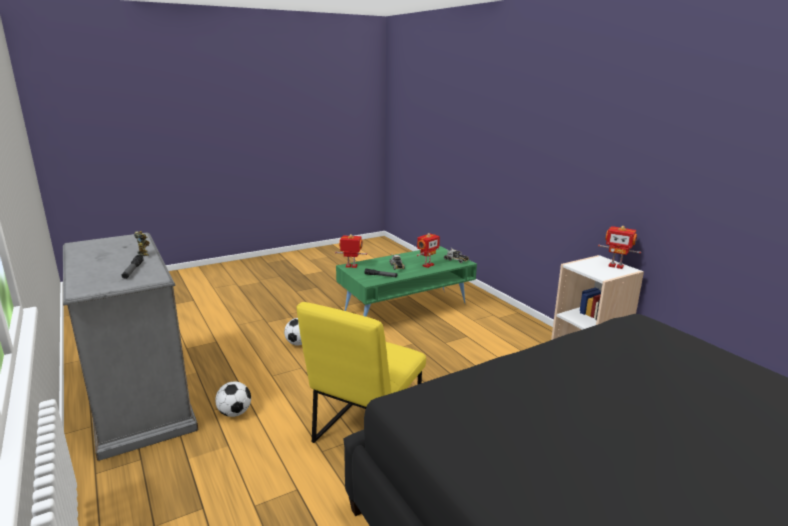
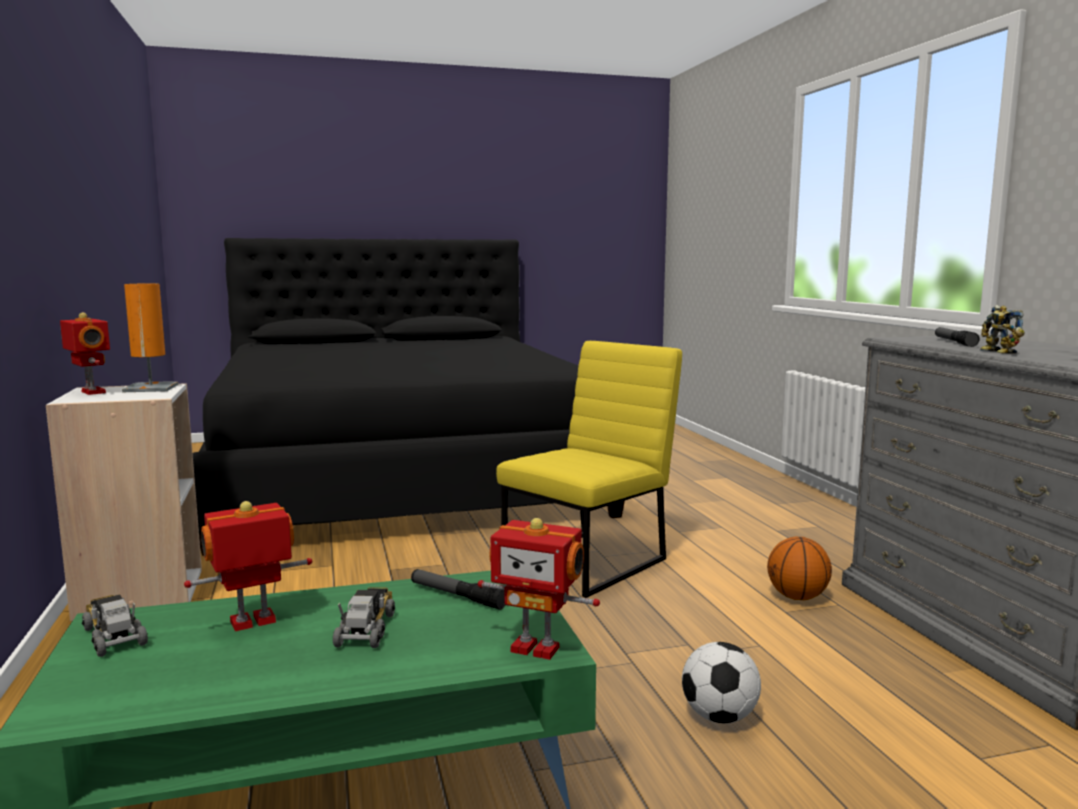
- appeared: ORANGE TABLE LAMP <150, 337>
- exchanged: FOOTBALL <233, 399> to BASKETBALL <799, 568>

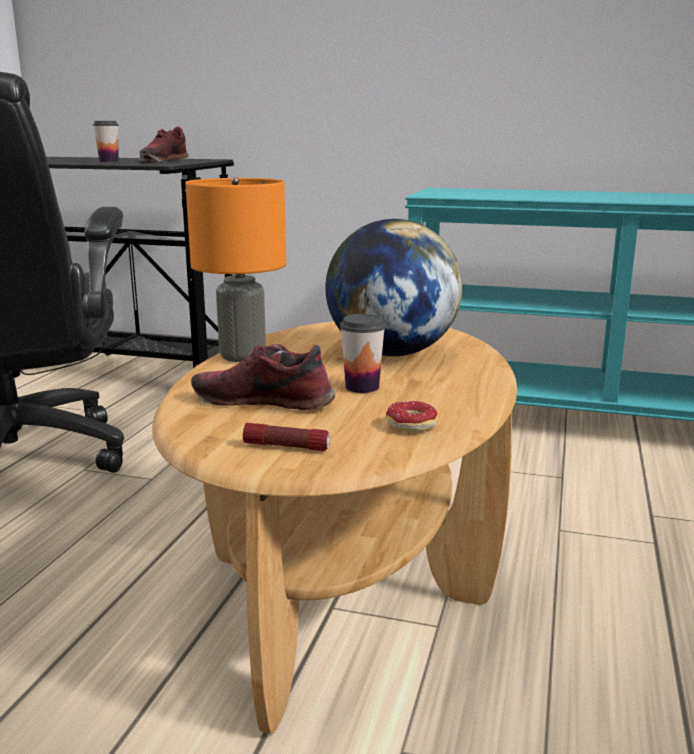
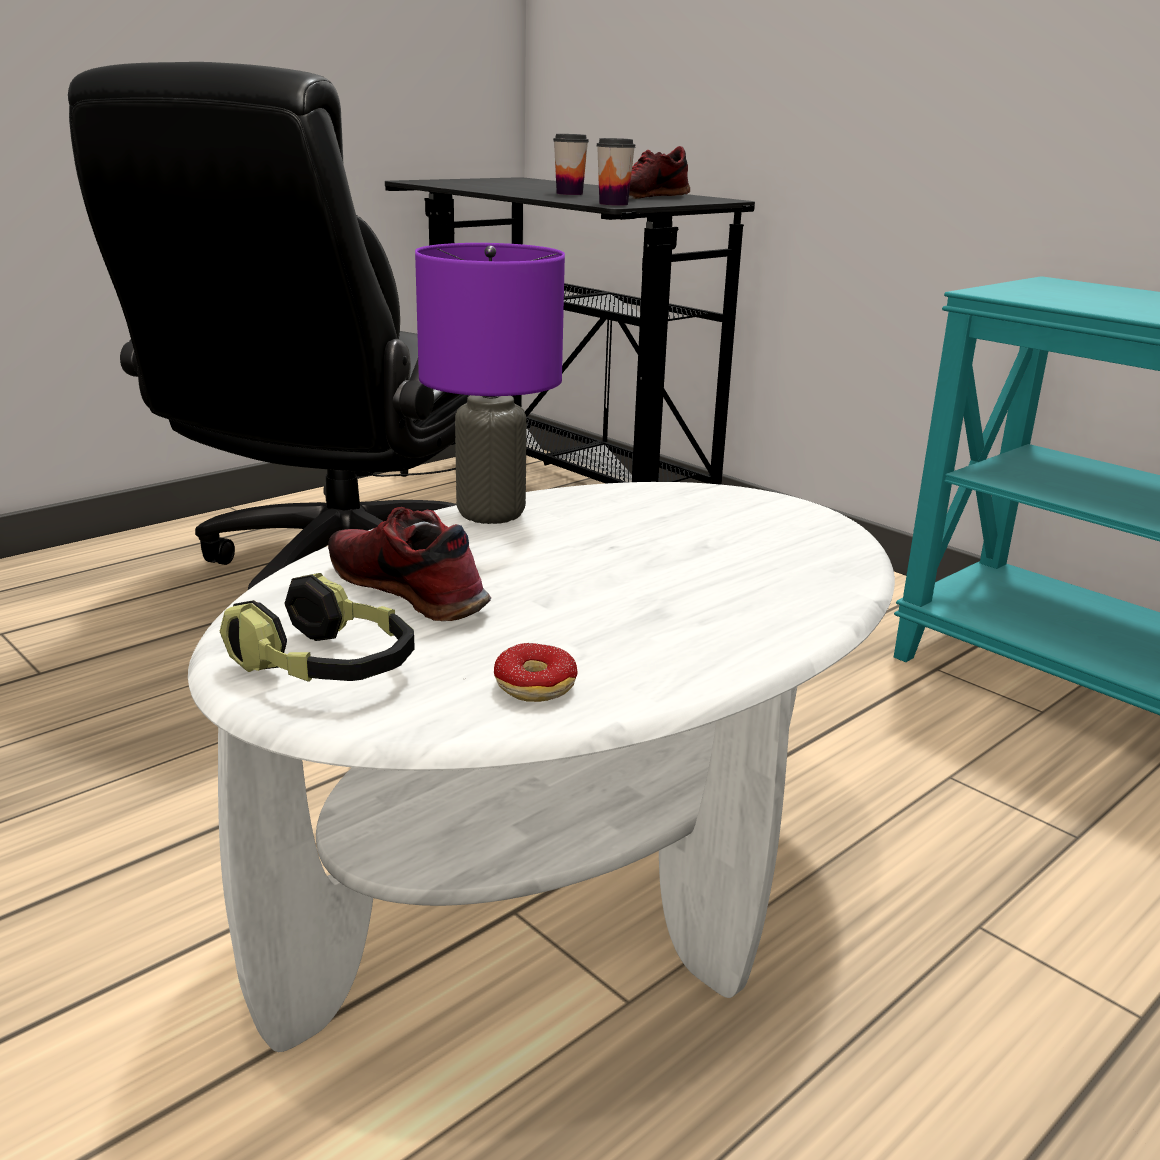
- missing: GLOBE <393, 287>
- relocated: CUP <363, 353> to <616, 172>
- exchanged: FLASHLIGHT <286, 437> to HEADPHONES <317, 627>
- colour: BROWN COFFEE TABLE <334, 527> to WHITE COFFEE TABLE <541, 767>
- colour: ORANGE TABLE LAMP <235, 269> to PURPLE TABLE LAMP <490, 383>

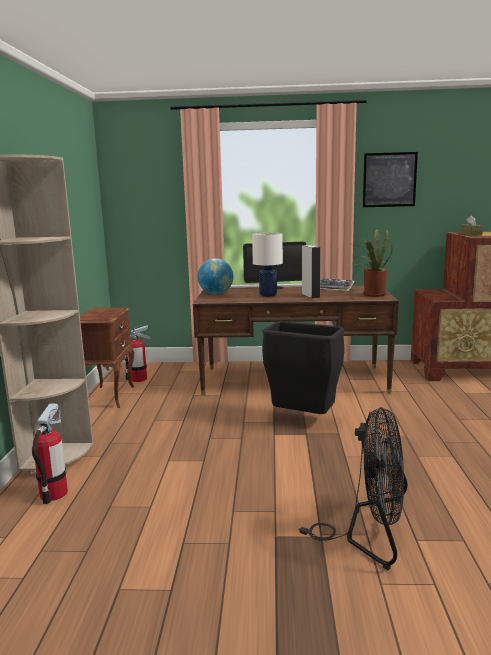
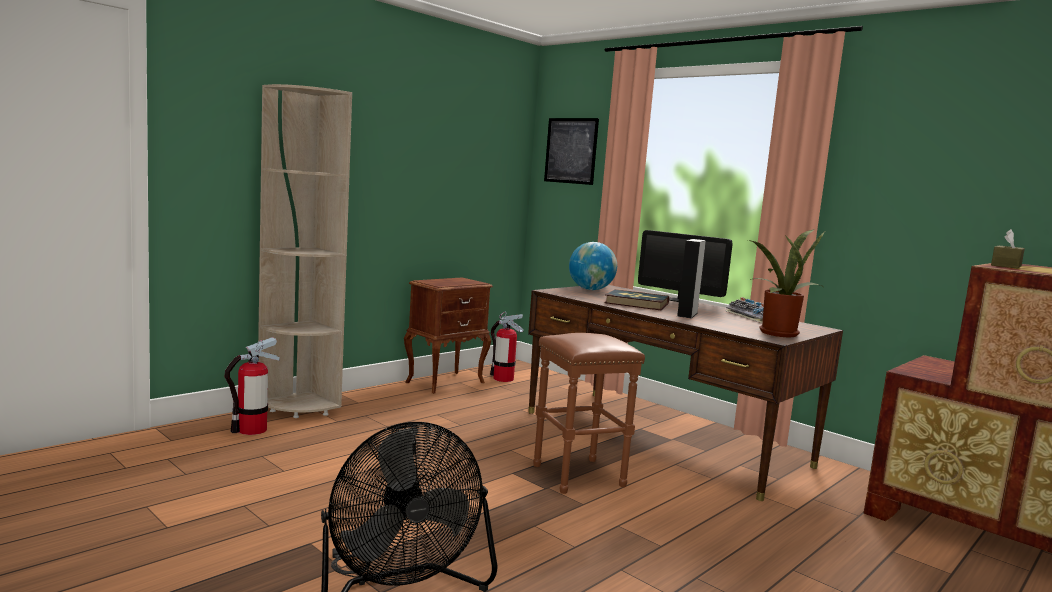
- relocated: PICTURE <390, 179> to <571, 151>
- exchanged: WHITE TABLE LAMP <267, 265> to BOOK <636, 299>
- exchanged: BLACK TRASH CAN <303, 367> to BROWN STOOL <589, 413>

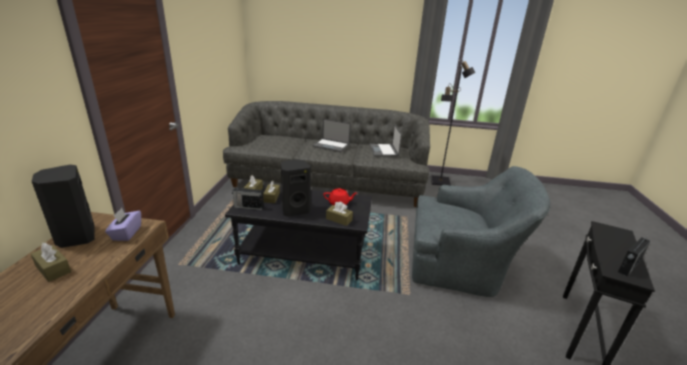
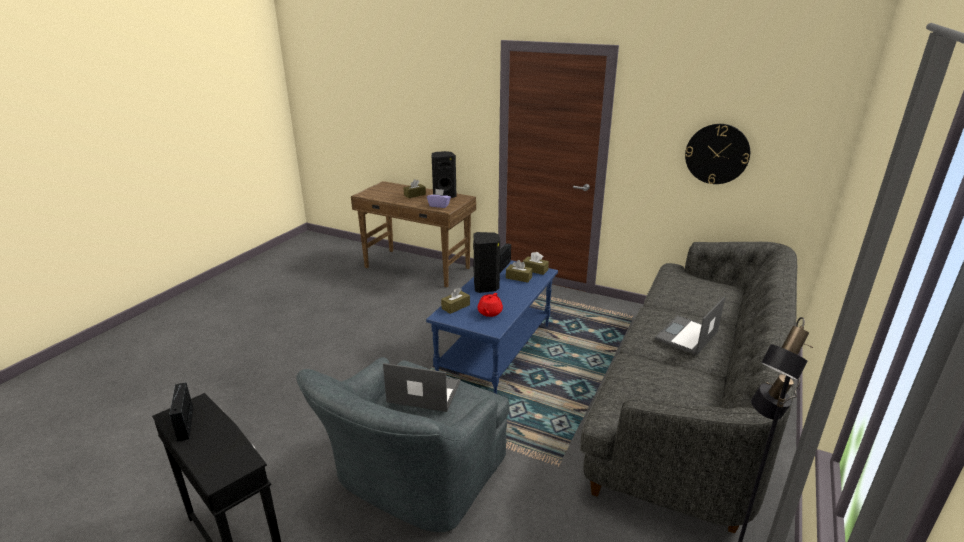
- appeared: WALL CLOCK <717, 154>
- relocated: LAPTOP <385, 140> to <421, 387>
- colour: BLACK COFFEE TABLE <298, 232> to BLUE COFFEE TABLE <492, 327>

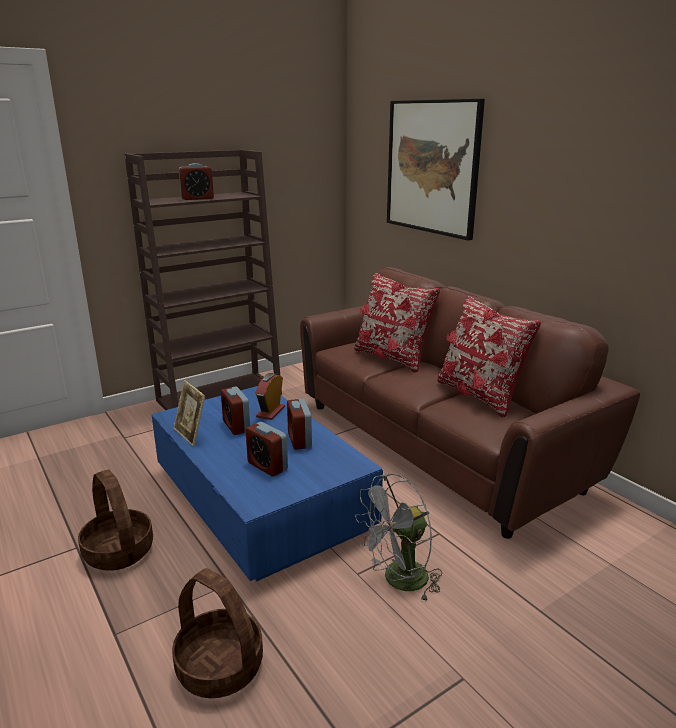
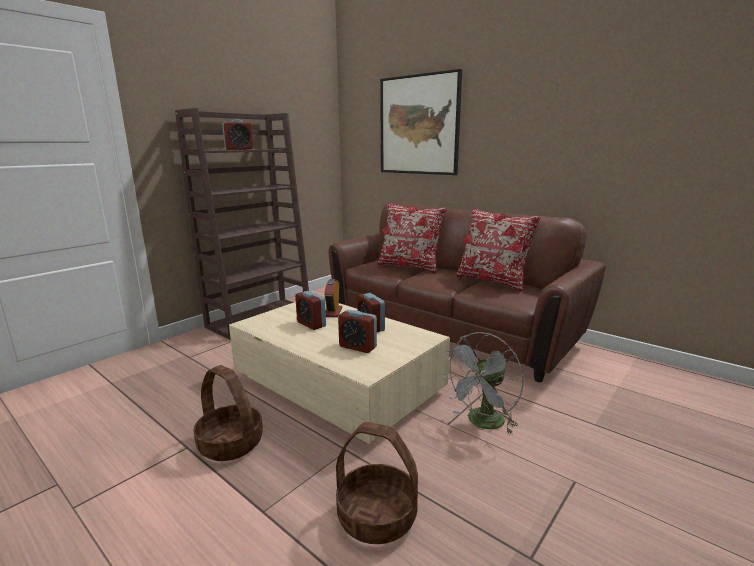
- missing: PICTURE FRAME <189, 413>
- colour: BLUE COFFEE TABLE <267, 483> to BEIGE COFFEE TABLE <339, 372>

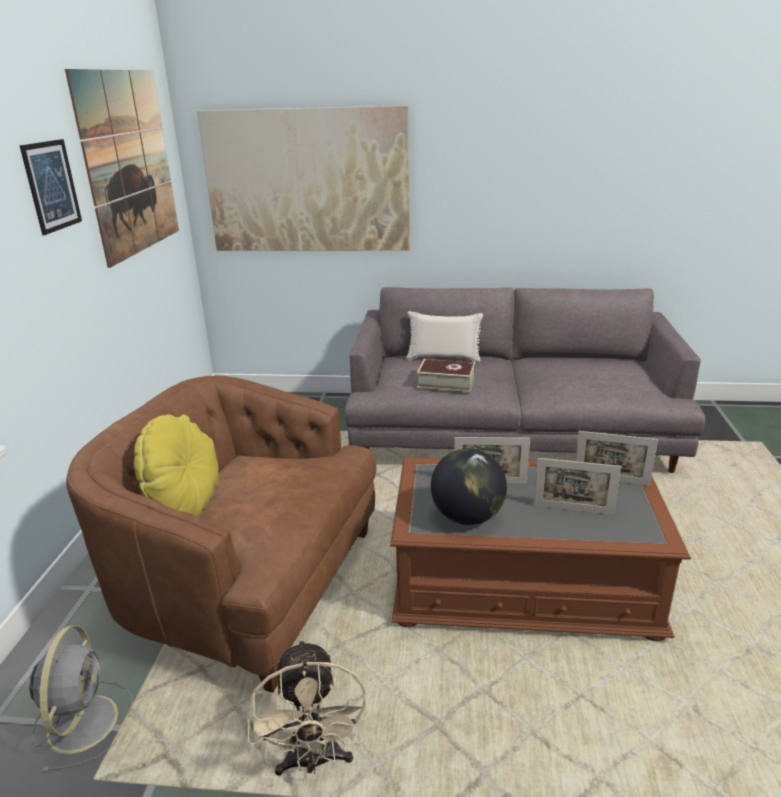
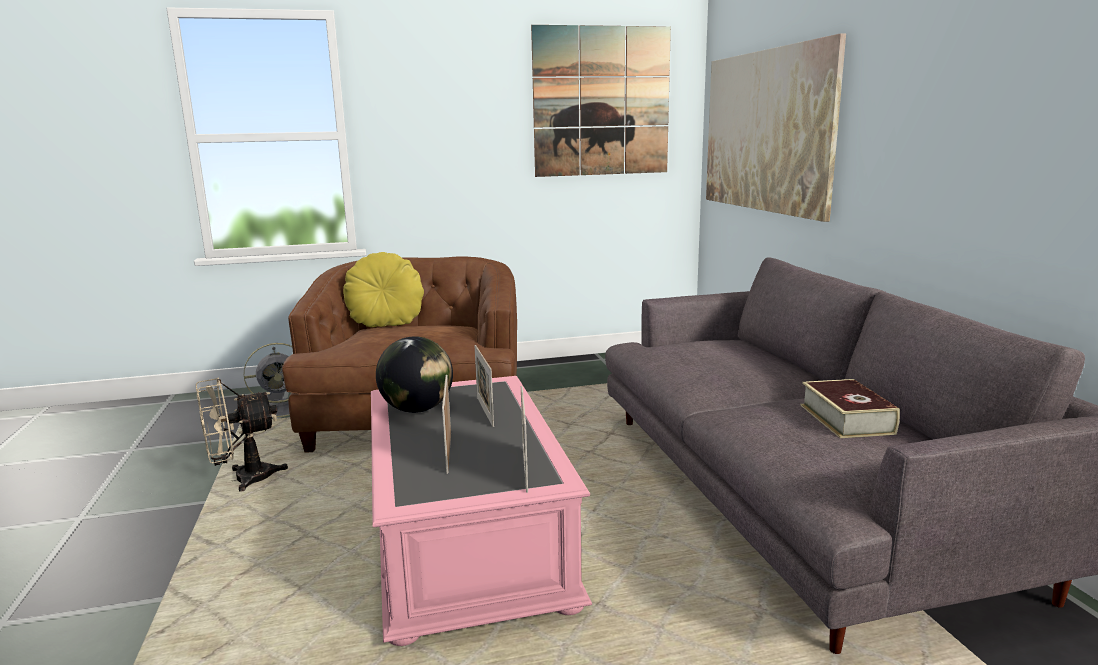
- missing: PICTURE <51, 187>
- missing: WHITE PILLOW <444, 336>
- relocated: BOOK <446, 375> to <850, 408>
- colour: BROWN COFFEE TABLE <540, 549> to PINK COFFEE TABLE <481, 511>

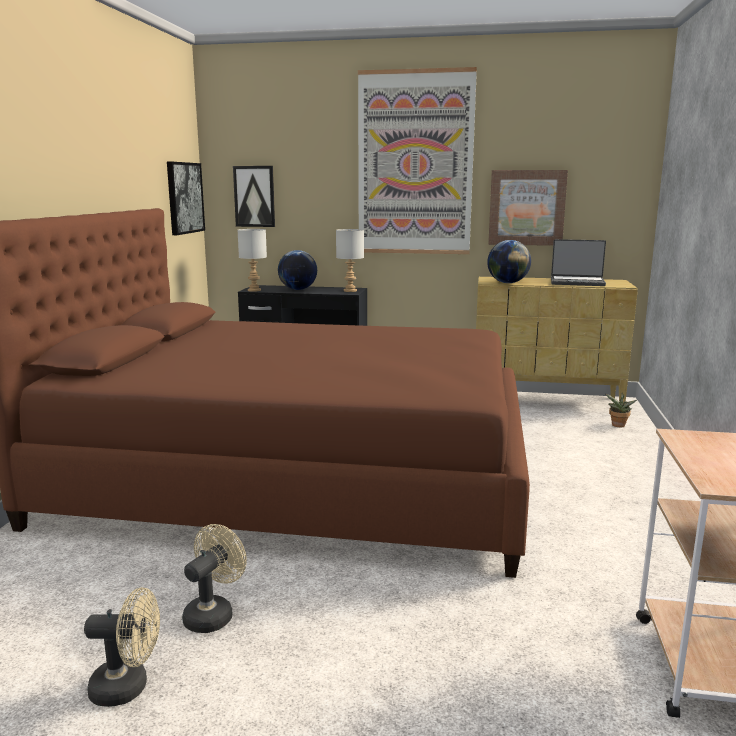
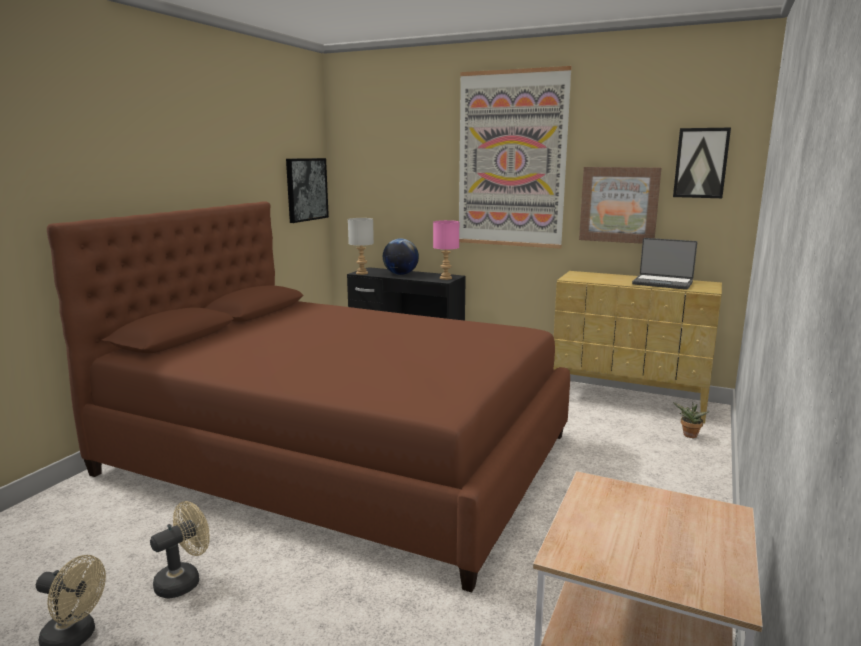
- missing: GLOBE <509, 261>
- relocated: PICTURE <254, 196> to <702, 163>
- colour: GREY TABLE LAMP <350, 260> to PINK TABLE LAMP <446, 250>

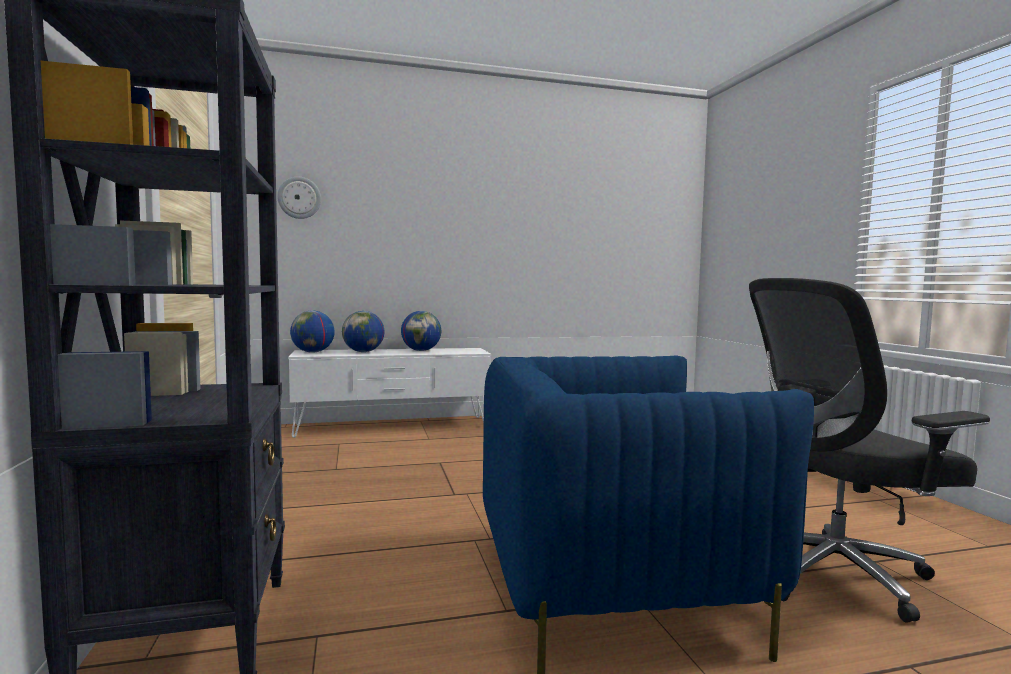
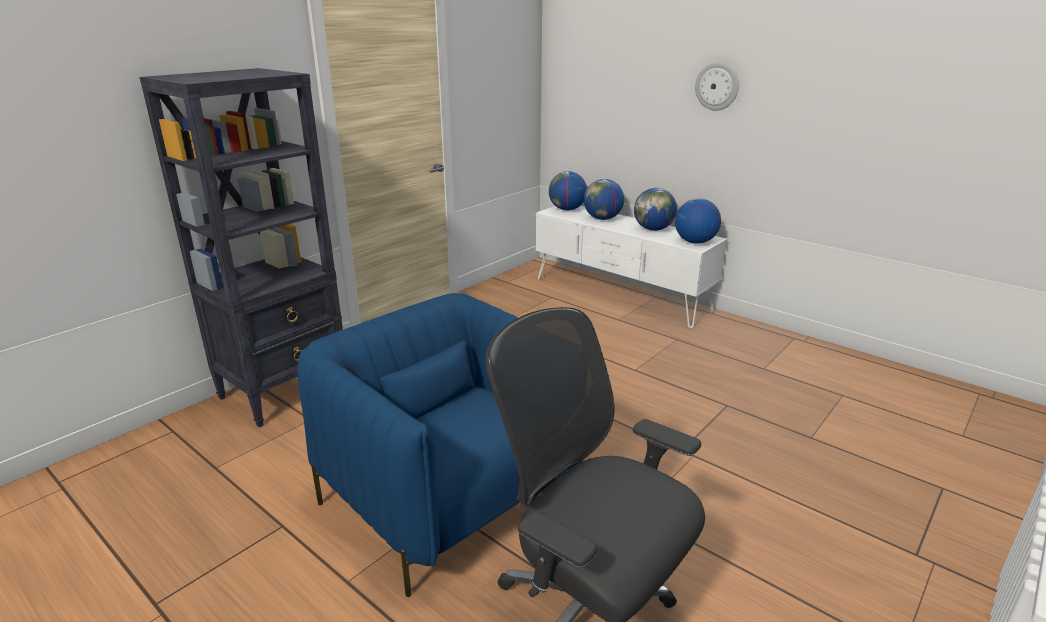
- appeared: GLOBE <698, 221>
- relocated: WALL CLOCK <299, 197> to <717, 86>

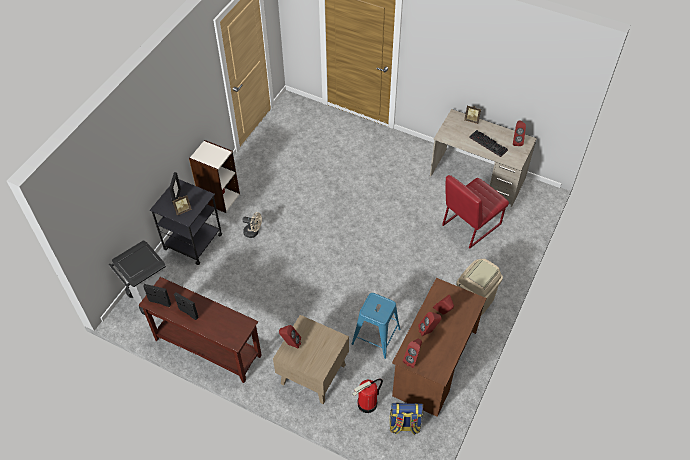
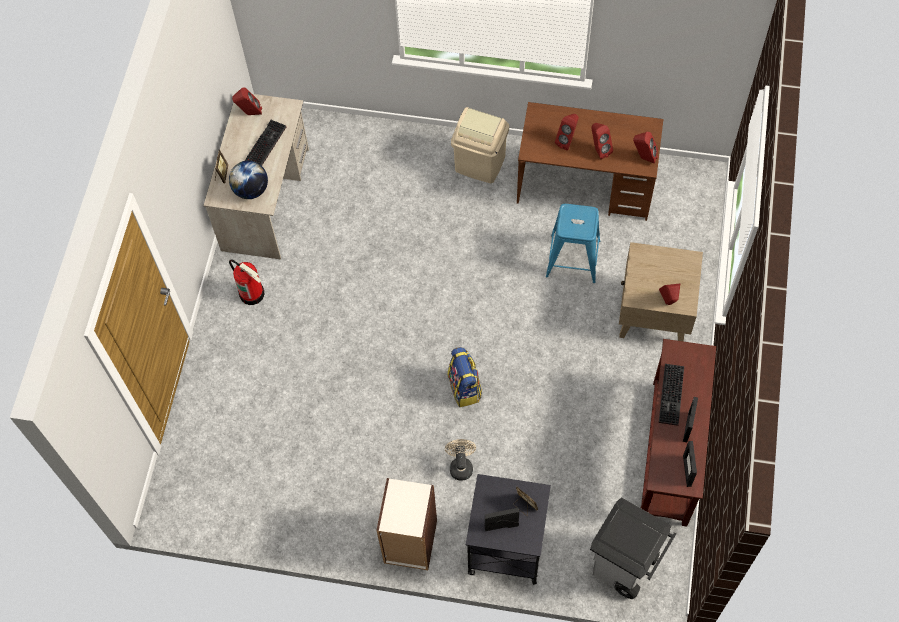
- missing: RED CHAIR <475, 211>
- appeared: GLOBE <248, 180>
- appeared: KEYBOARD <671, 395>
- relocated: FIRE EXTINGUISHER <368, 396> to <247, 282>
- relocated: BACKPACK <406, 419> to <465, 377>

